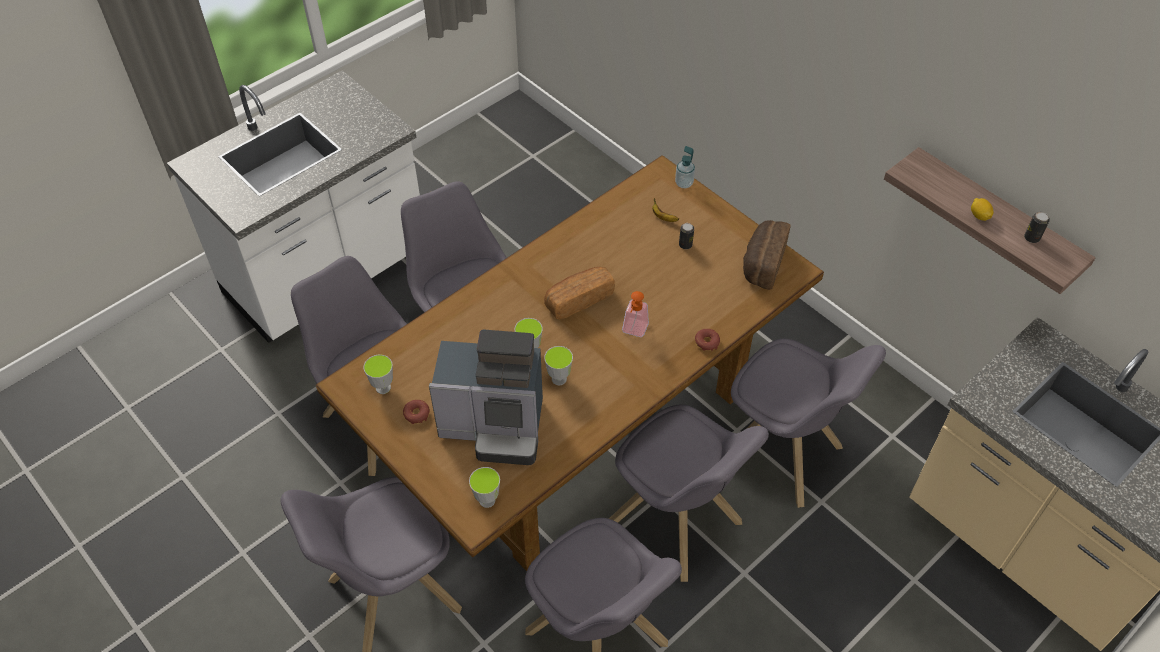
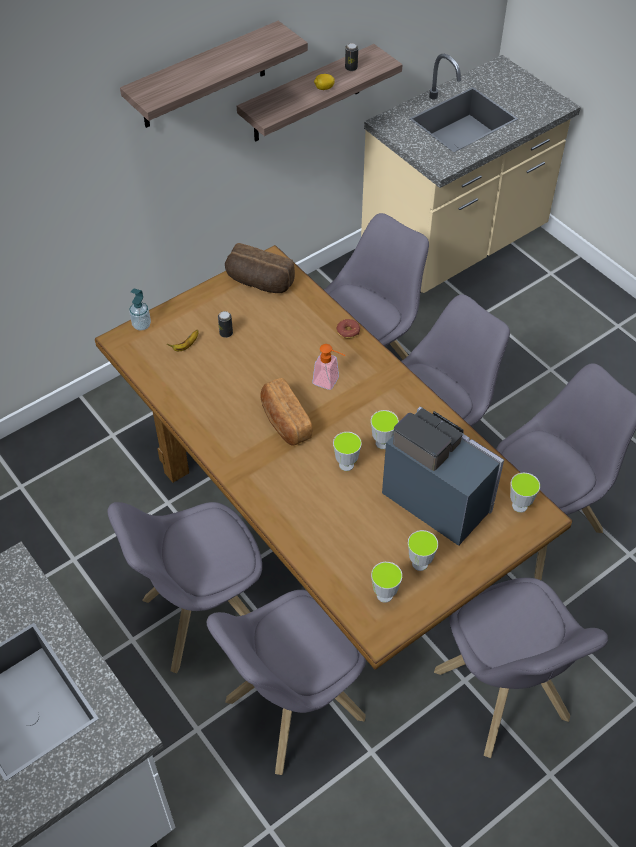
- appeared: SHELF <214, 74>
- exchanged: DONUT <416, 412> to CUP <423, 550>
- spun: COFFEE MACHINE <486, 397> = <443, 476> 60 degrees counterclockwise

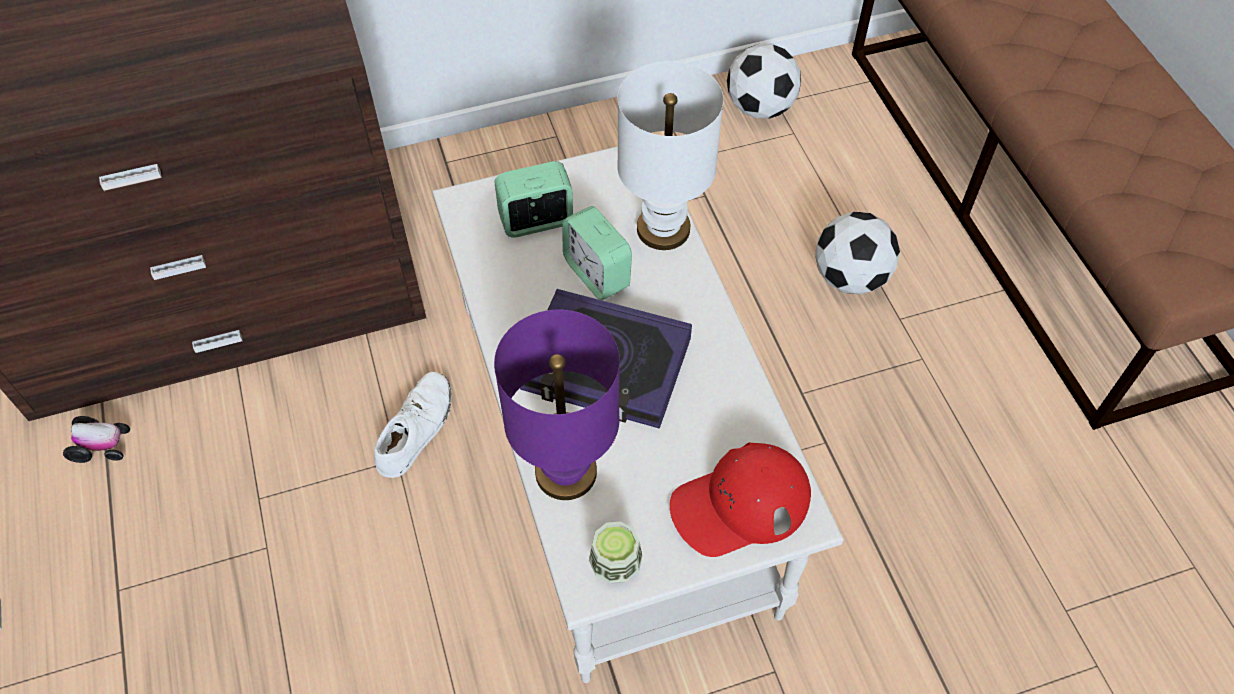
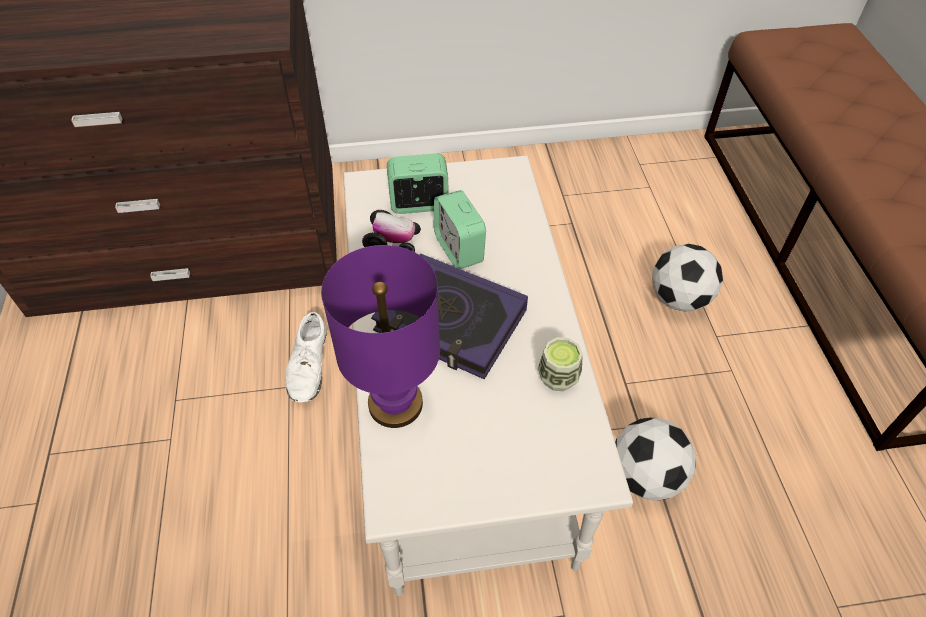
- missing: WHITE TABLE LAMP <670, 155>
- missing: RED CAP <740, 499>
- relocated: TOY CAR <96, 439> to <391, 231>
- relocated: CUP <615, 552> to <560, 364>
- relocated: FOOTBALL <764, 81> to <655, 459>
- spun: WHITE SHOE <412, 425> = <306, 357> 150 degrees clockwise

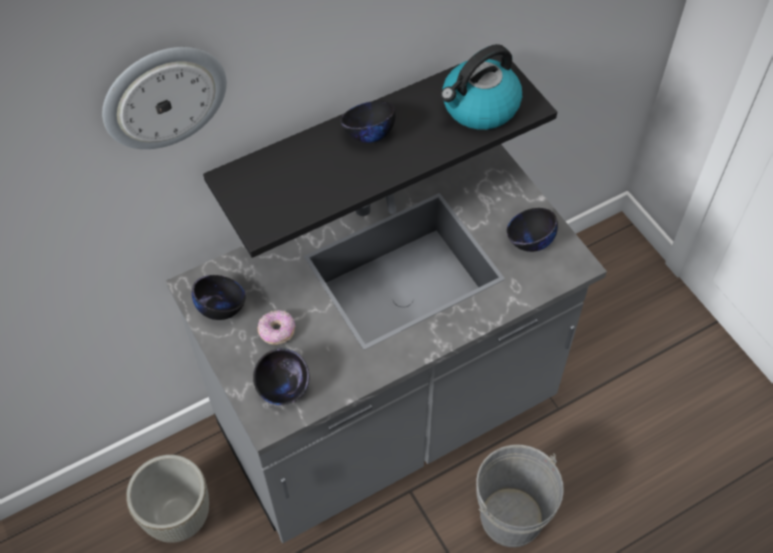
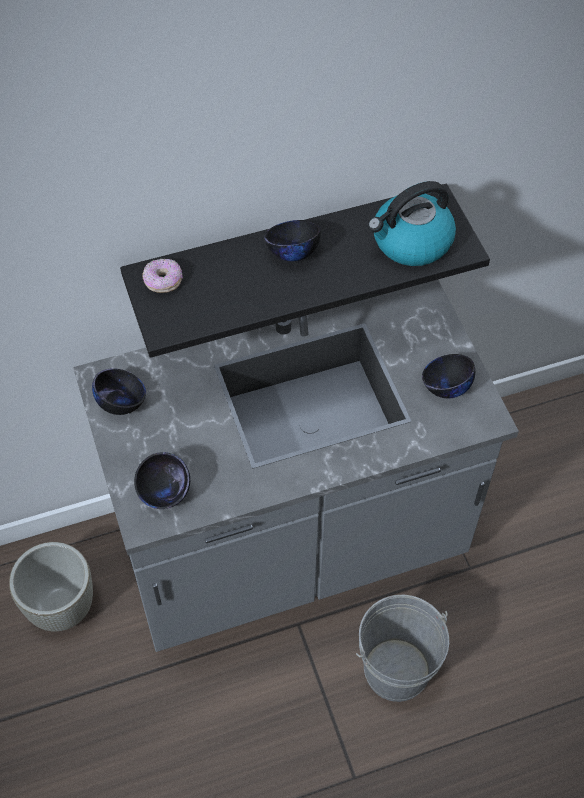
- missing: WALL CLOCK <164, 98>
- relocated: DONUT <276, 327> to <162, 276>

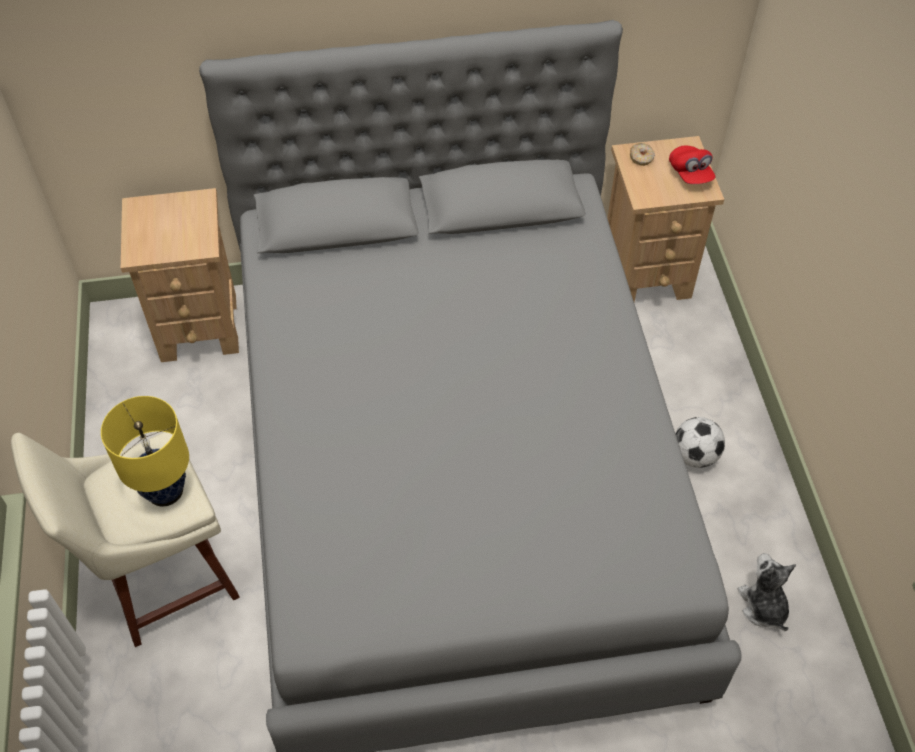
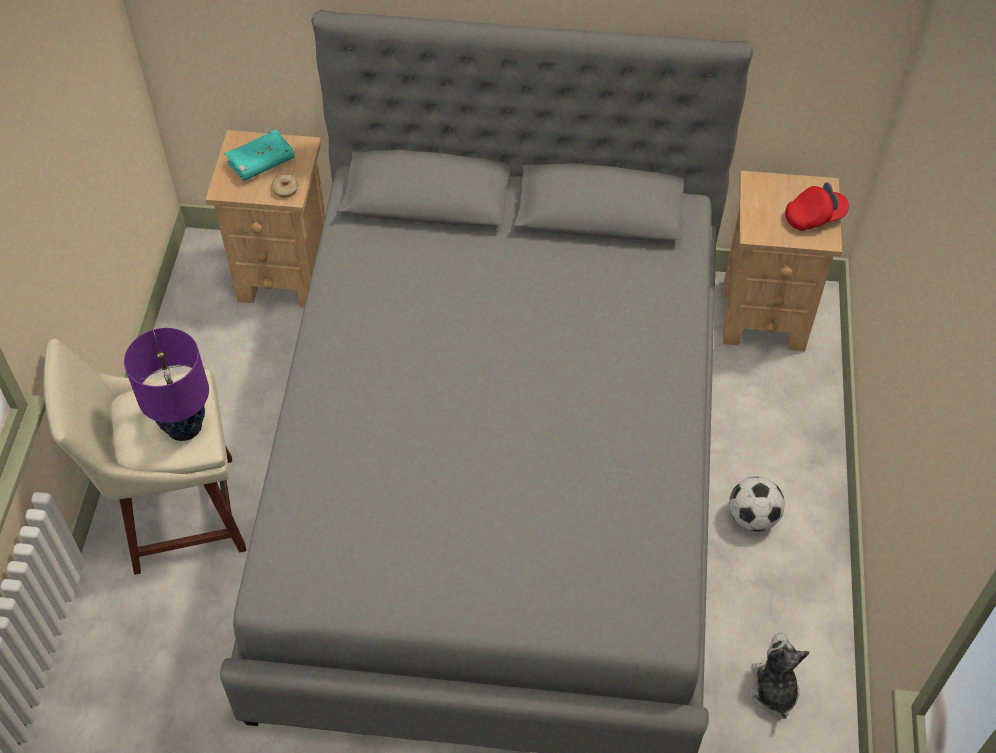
- appeared: TURQUOISE BOOK <259, 155>
- relocated: DONUT <642, 154> to <285, 185>
- colour: YELLOW TABLE LAMP <145, 451> to PURPLE TABLE LAMP <166, 384>
- spun: RED CAP <692, 165> = <817, 206> 105 degrees counterclockwise

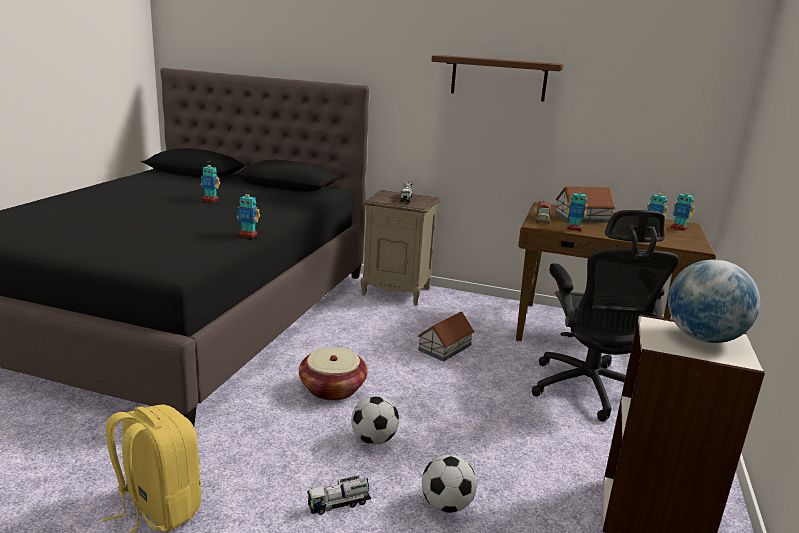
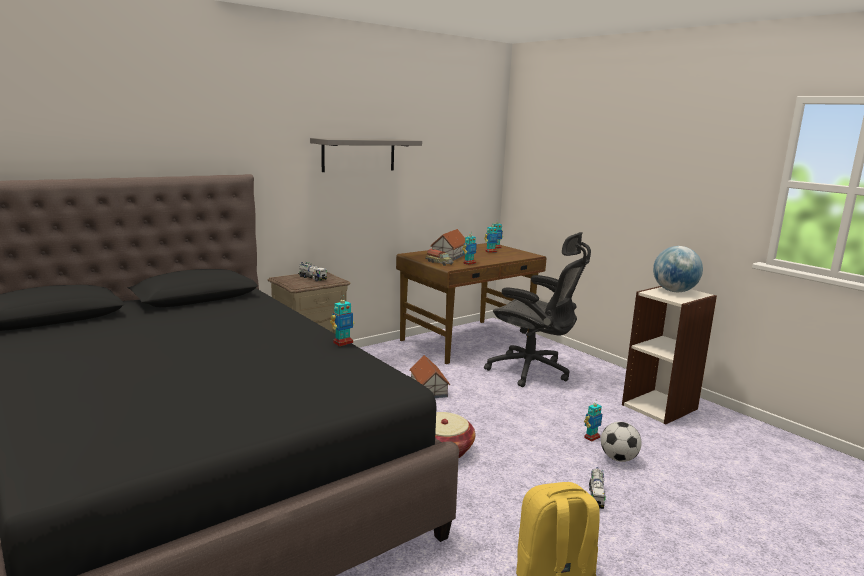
- missing: FOOTBALL <375, 420>
- relocated: TOY ROBOT <210, 182> to <593, 421>
- colour: BROWN SHELF <497, 78> to GREY SHELF <366, 155>

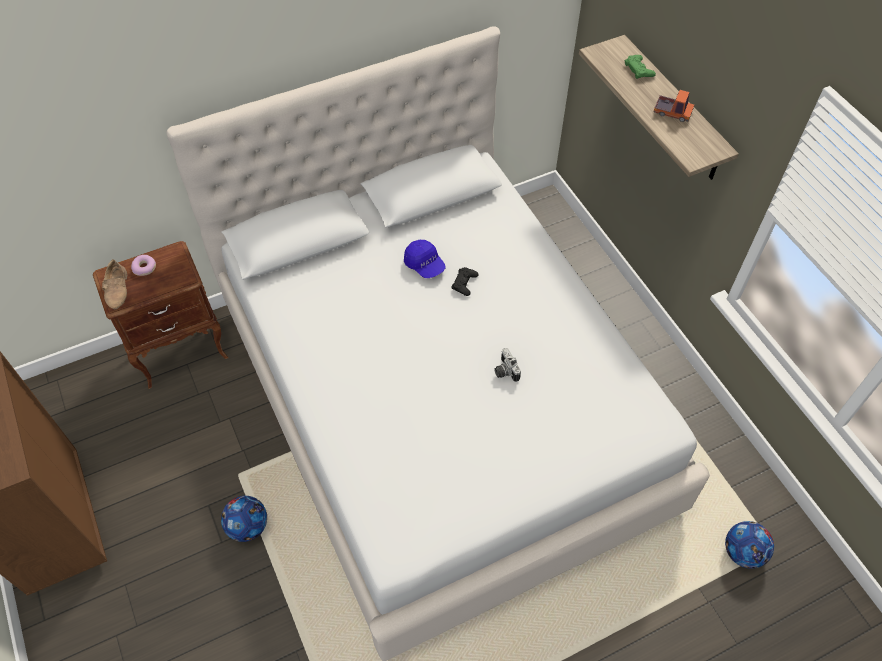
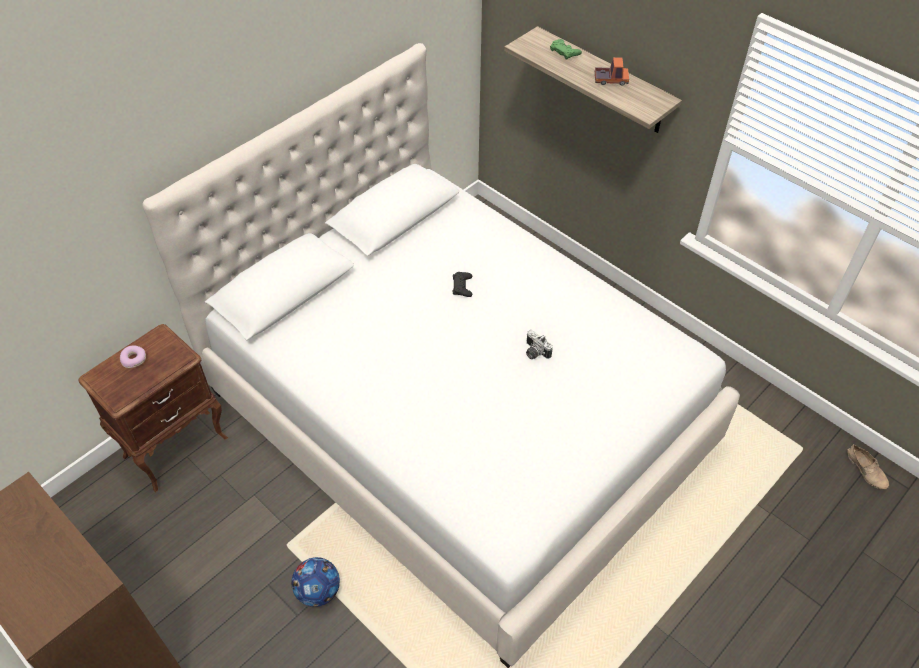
- missing: BLUE CAP <425, 259>
- missing: FOOTBALL <749, 545>
- relocated: BEIGE SHOE <114, 284> to <868, 467>

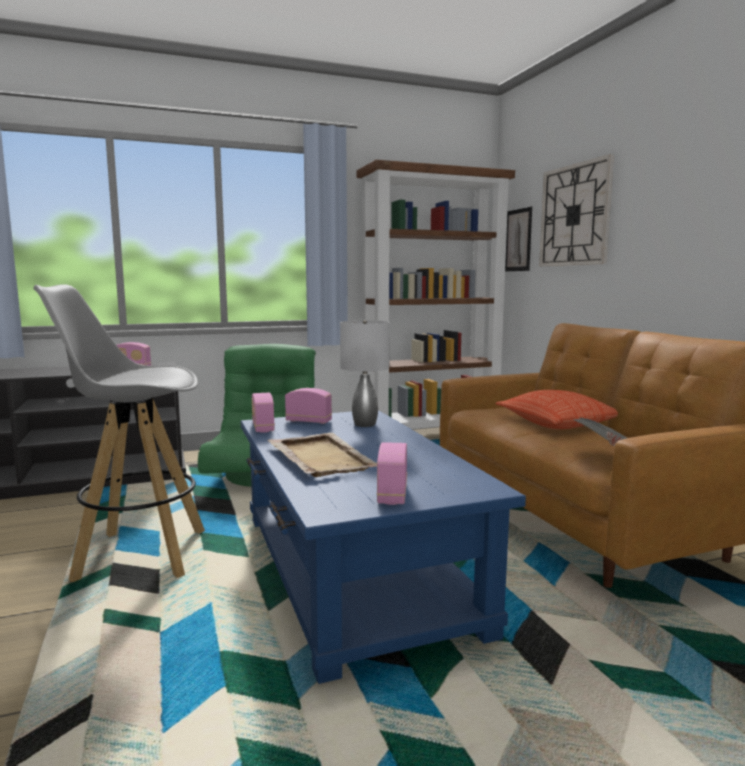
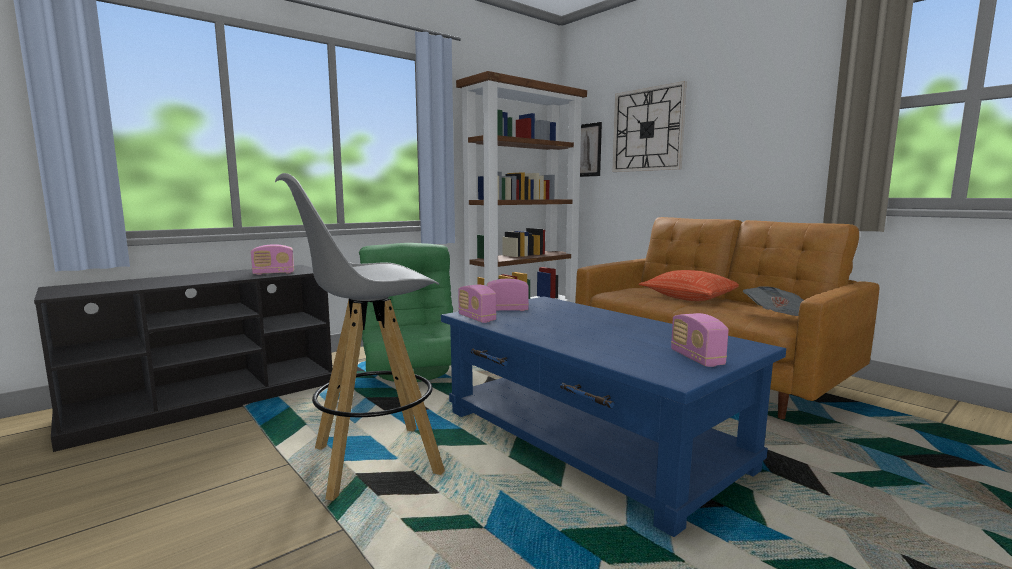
- missing: BEIGE TRAY <322, 455>
- missing: GREY TABLE LAMP <365, 373>

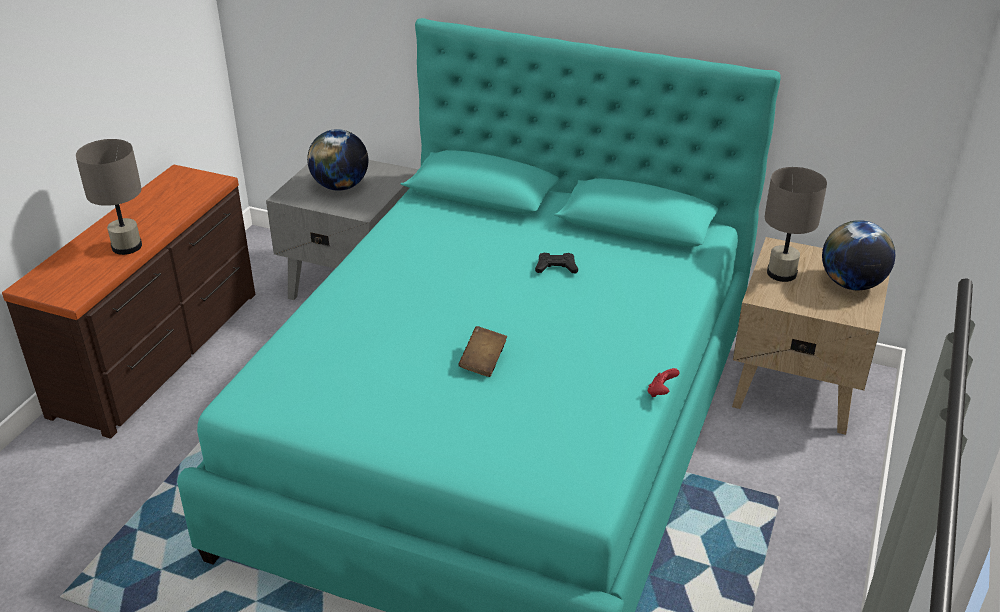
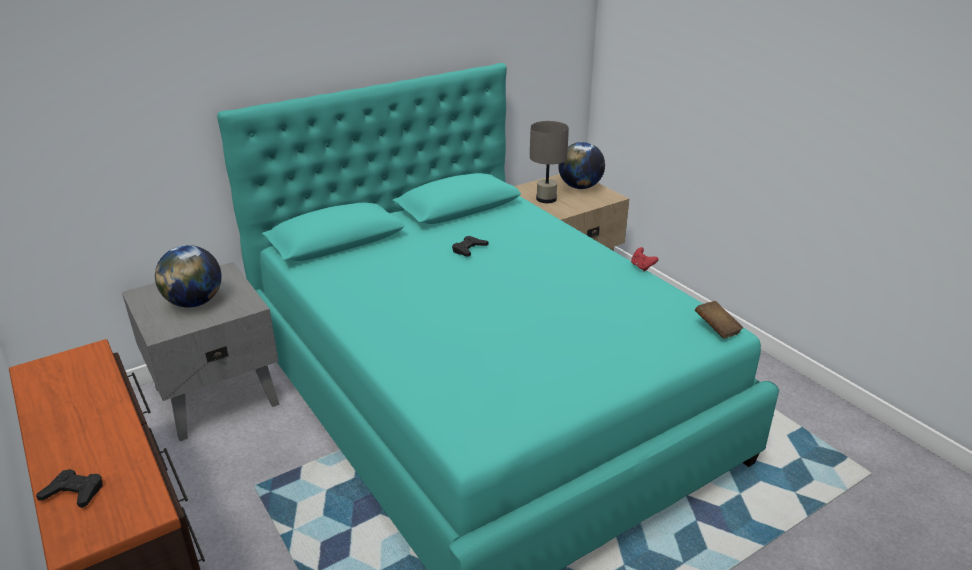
- missing: GREY TABLE LAMP <109, 197>
- appeared: BLACK GAME CONTROLLER <69, 488>
- relocated: BROWN BOOK <482, 351> to <719, 320>

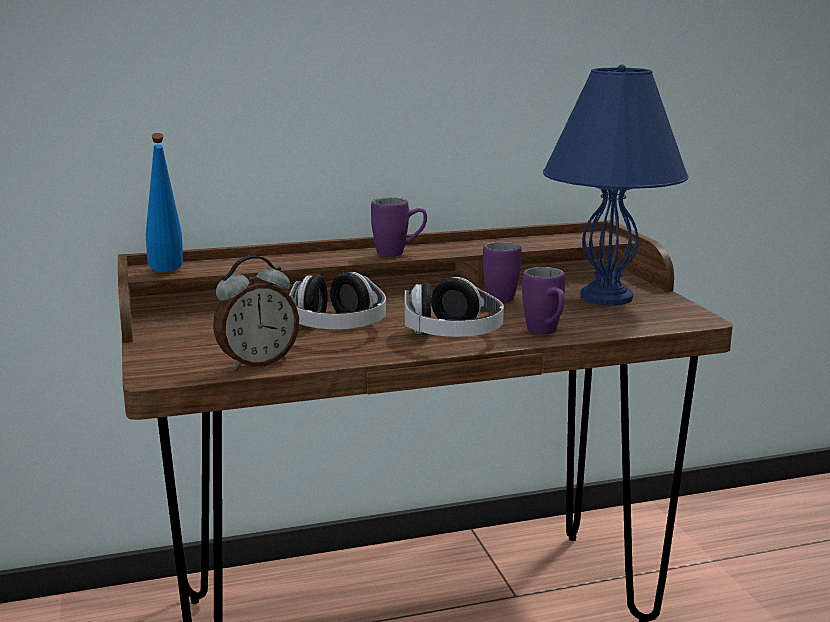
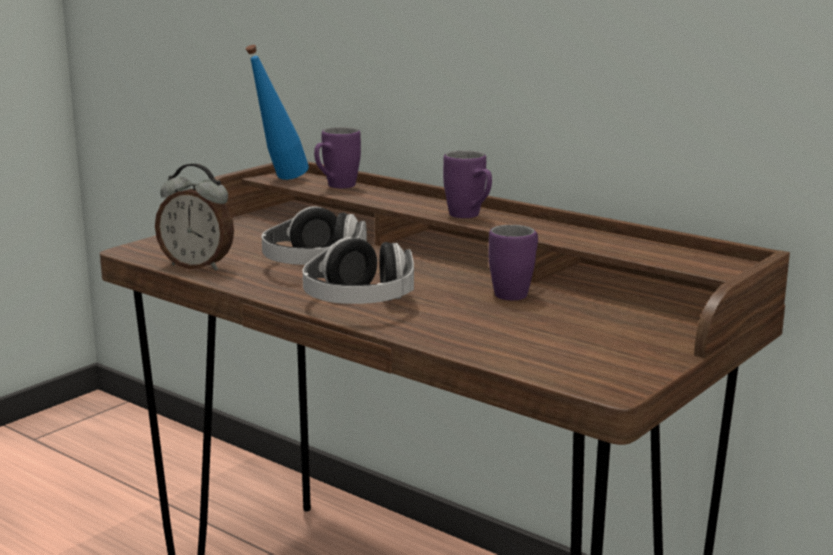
- missing: BLUE TABLE LAMP <616, 185>
- relocated: PURPLE MUG <543, 300> to <337, 157>

